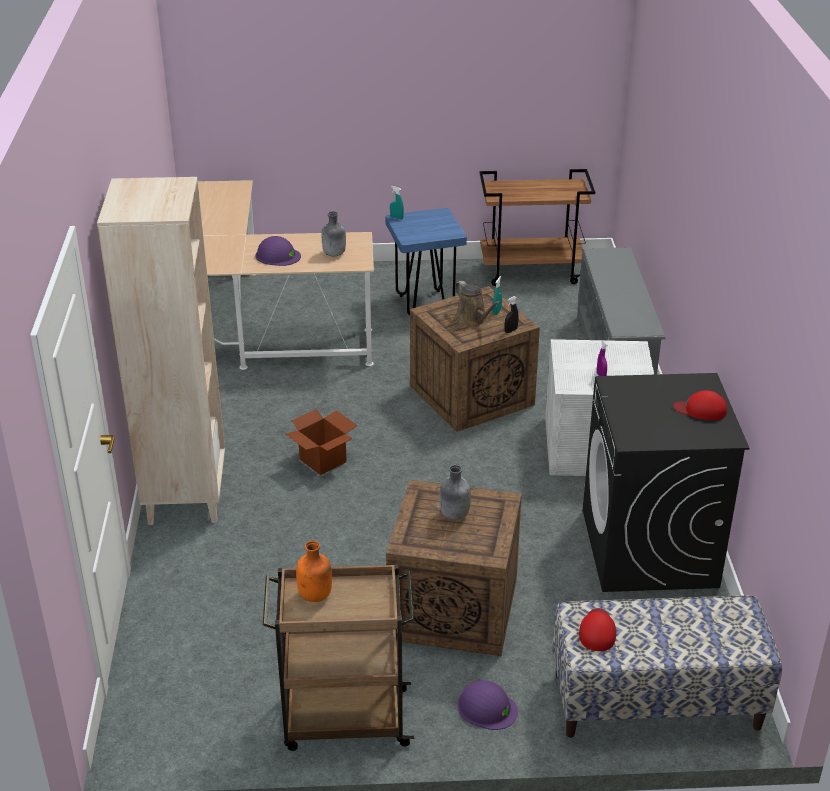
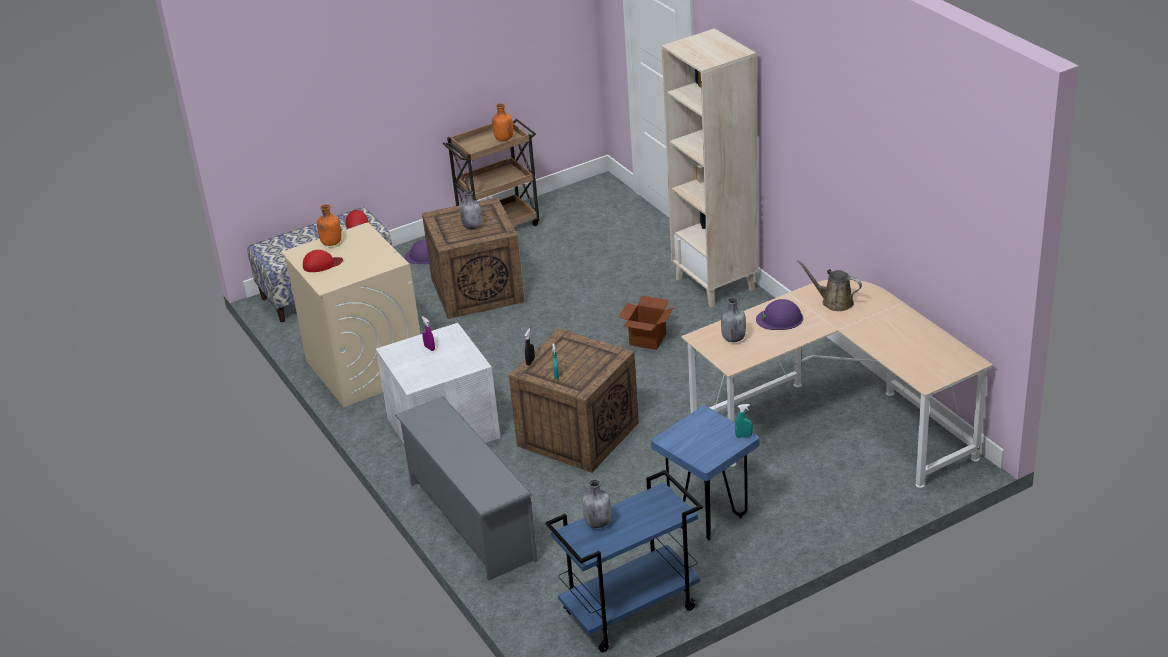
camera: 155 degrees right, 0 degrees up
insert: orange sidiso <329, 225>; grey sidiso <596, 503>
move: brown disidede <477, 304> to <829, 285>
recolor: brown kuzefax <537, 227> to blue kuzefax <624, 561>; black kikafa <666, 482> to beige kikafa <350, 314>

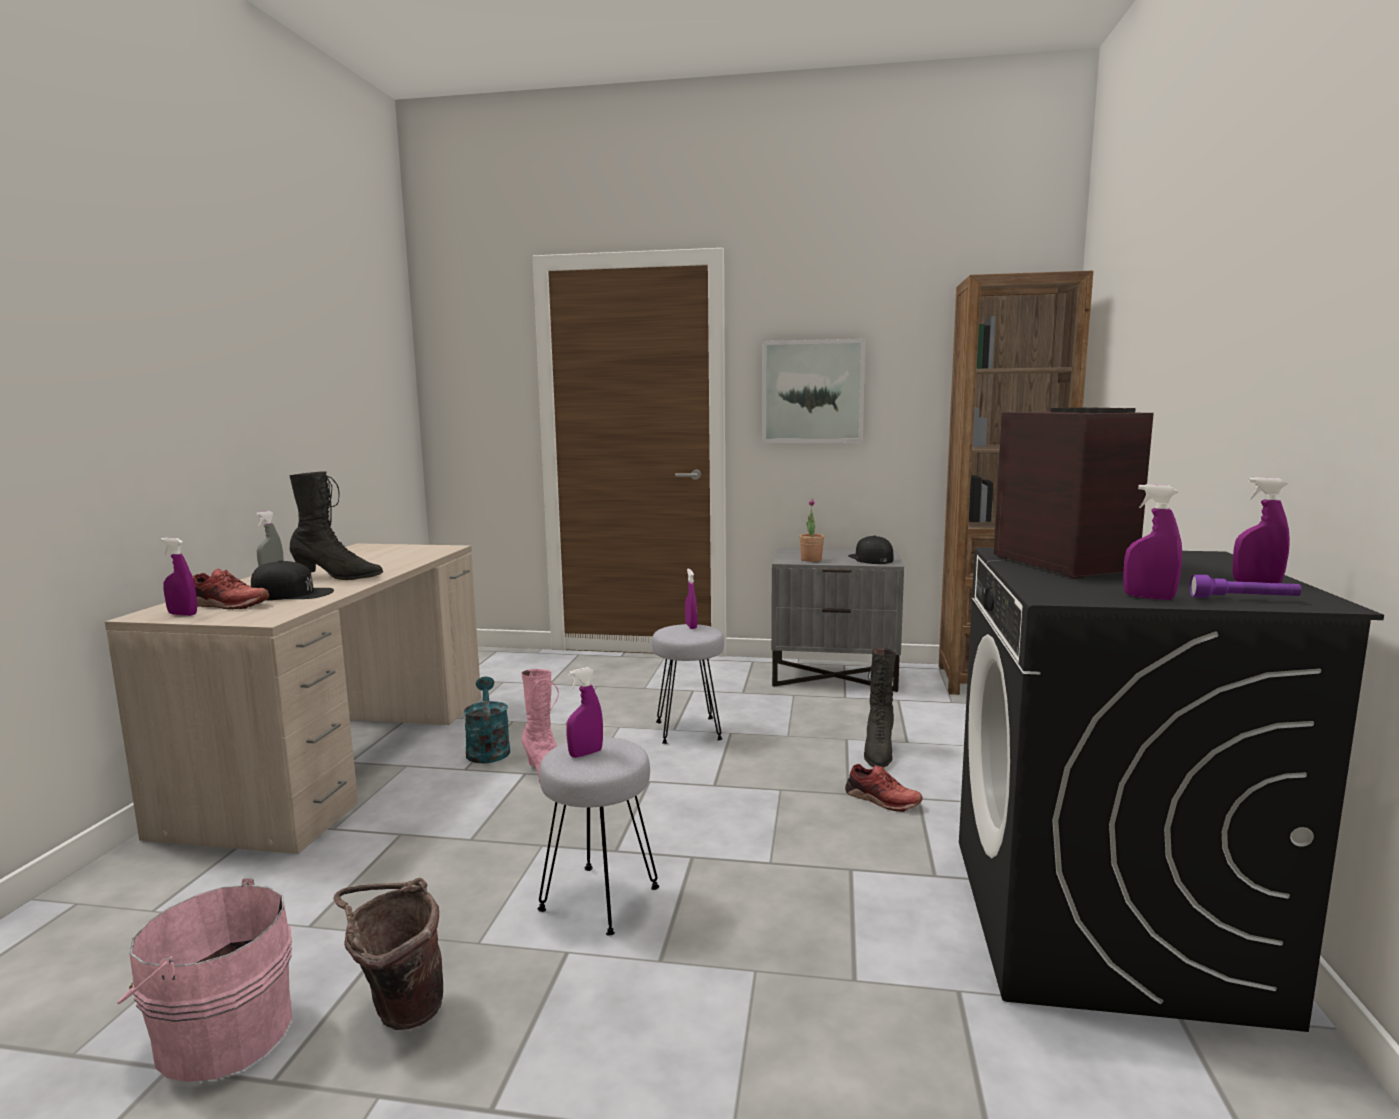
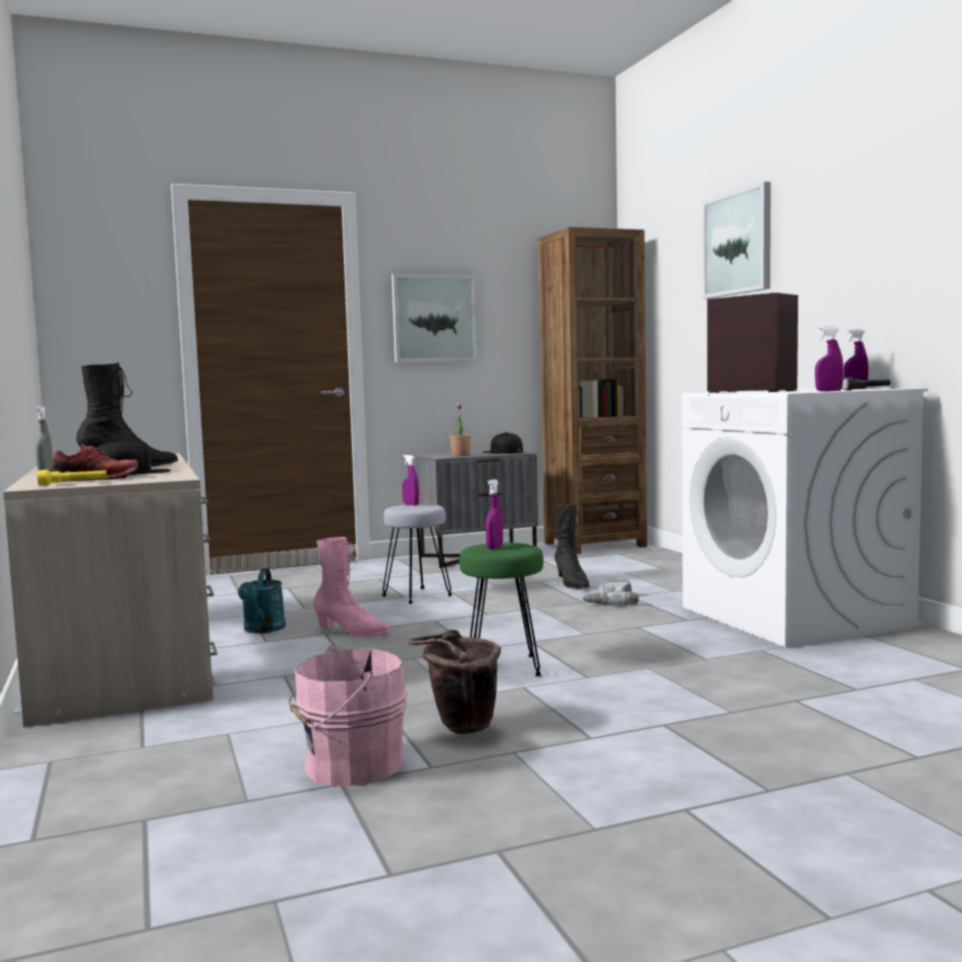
camera: 30 degrees left, 5 degrees down
insert: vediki <737, 240>
replace: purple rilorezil <179, 577> to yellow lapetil <72, 477>; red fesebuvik <884, 788> to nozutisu <610, 592>
recolor: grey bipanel <598, 836> to green bipanel <501, 609>; black kikafa <1171, 789> to white kikafa <805, 518>; purple lapetil <1246, 586> to grey lapetil <866, 383>
rotate: turquoise disidede <487, 720> = <262, 600> 135 degrees counterclockwise

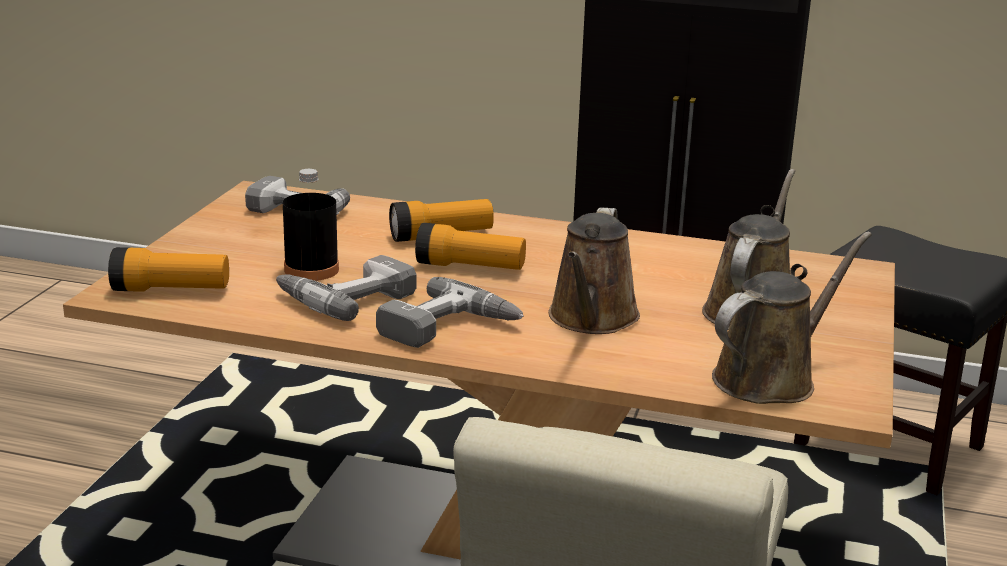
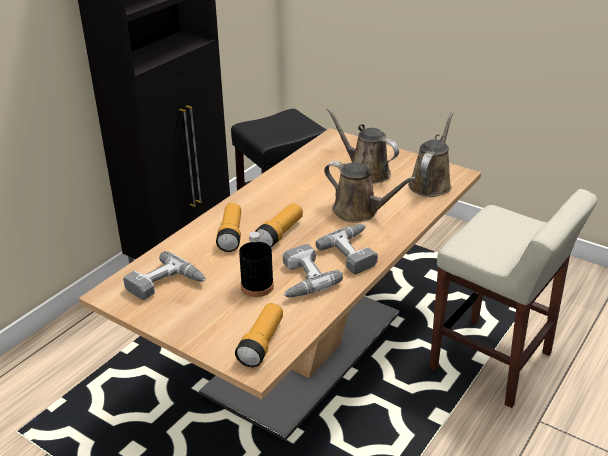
camera: 70 degrees left, 10 degrees up
rotate: brown disidede <792, 318> = <430, 154> 45 degrees clockwise

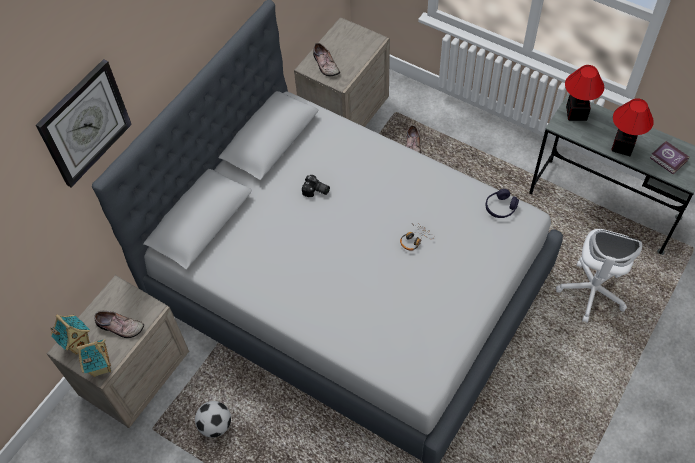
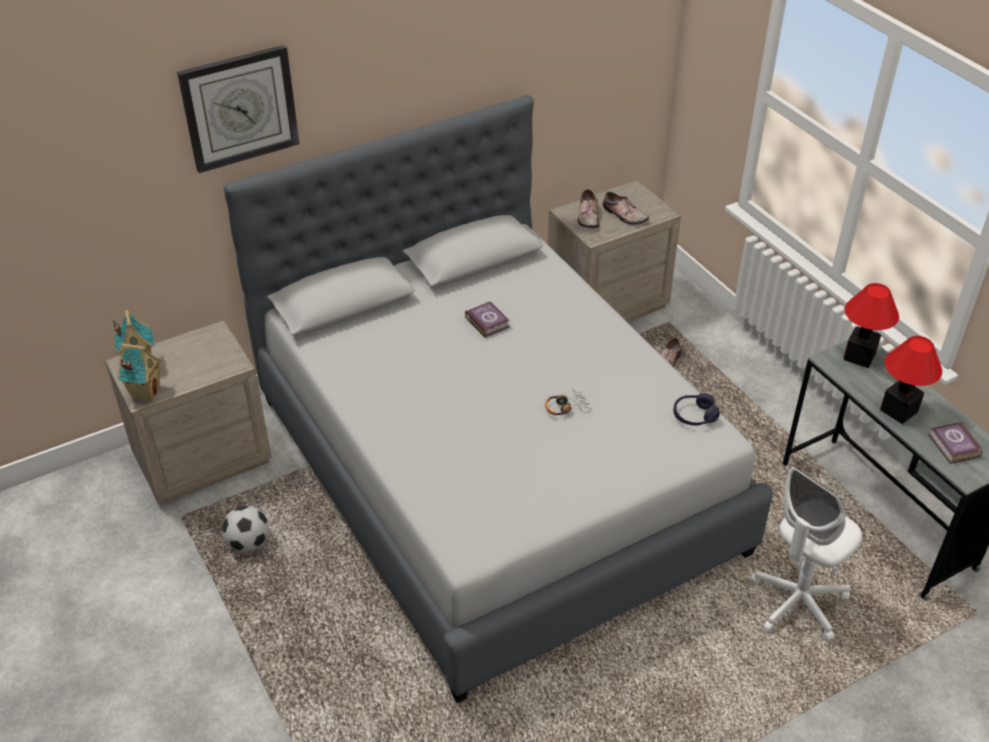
camera: 25 degrees right, 15 degrees down
move: fesebuvik <119, 324> to <626, 208>
replace: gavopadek <316, 186> to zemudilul <487, 320>

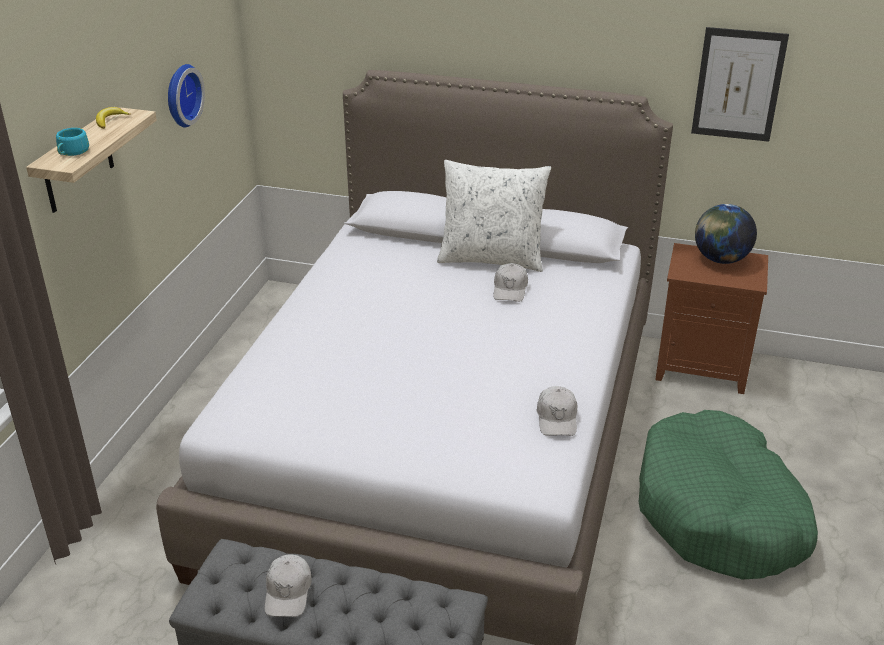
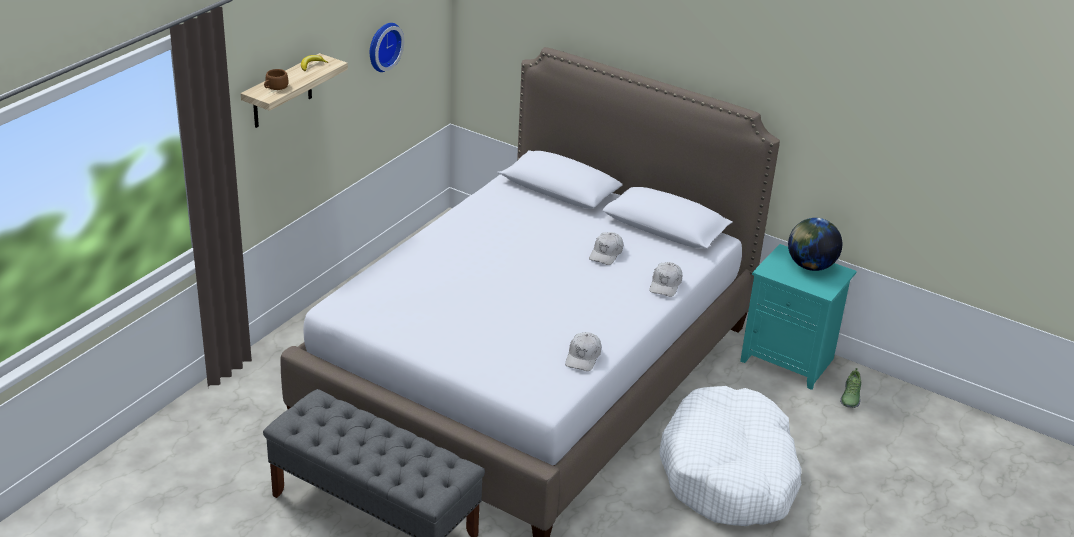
camera: 15 degrees right, 0 degrees up
delete: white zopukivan <494, 216>; vediki <740, 84>
insert: fesebuvik <850, 388>
move: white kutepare <288, 585> to <665, 279>
recolor: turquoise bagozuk <72, 142> to brown bagozuk <276, 79>; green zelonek <728, 495> to white zelonek <730, 456>; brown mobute <711, 318> to turquoise mobute <798, 317>

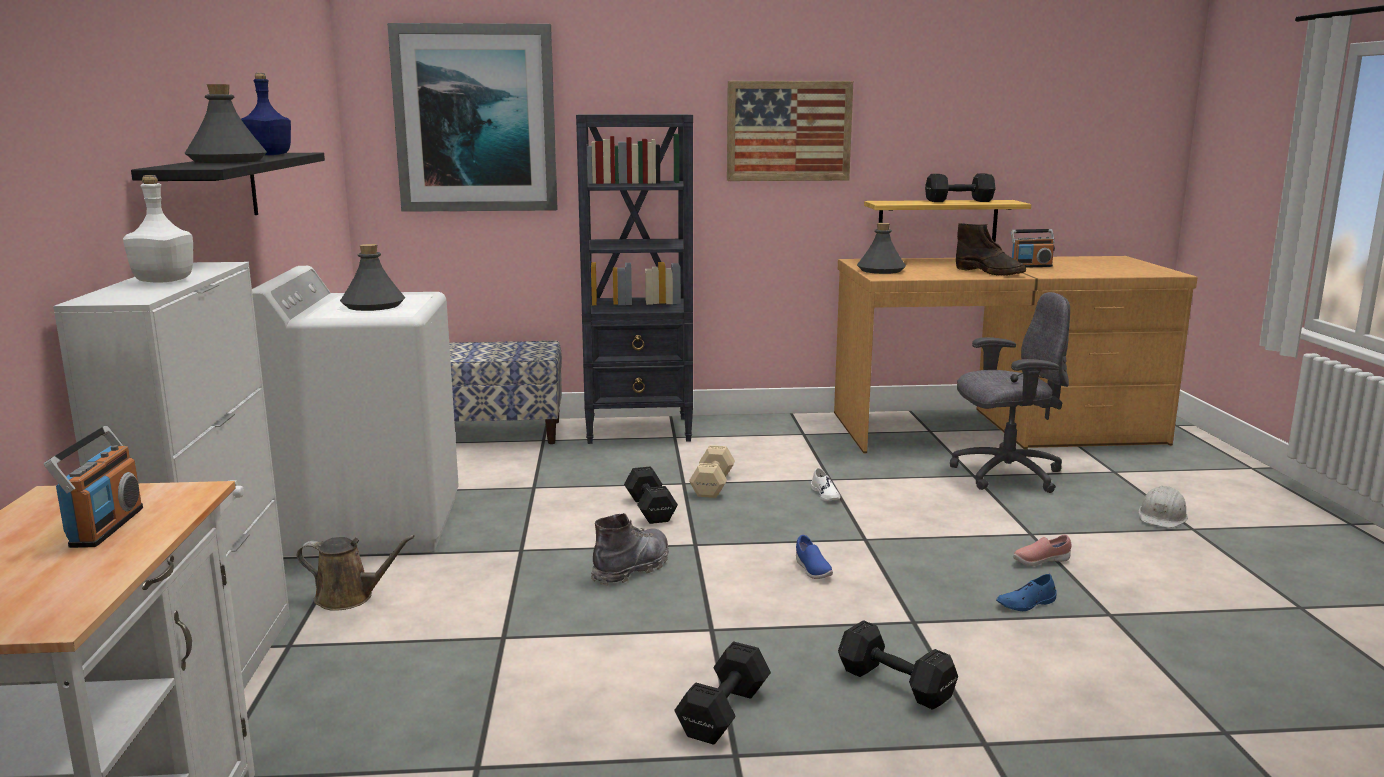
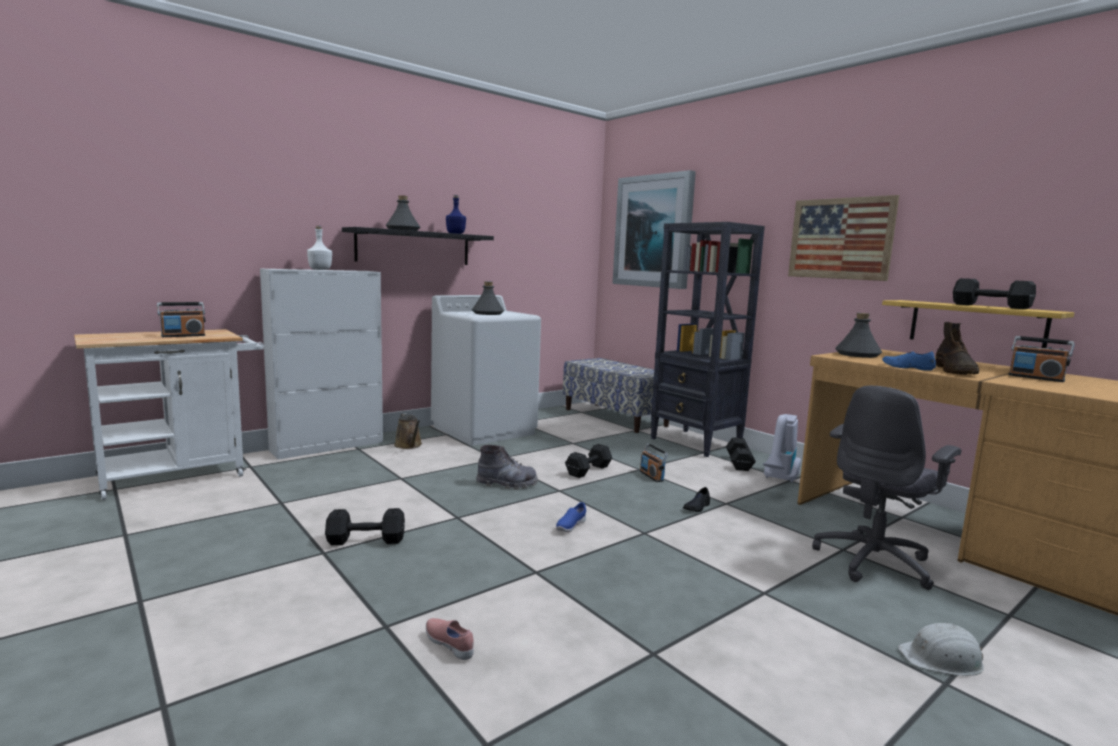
camera: 55 degrees right, 5 degrees down
insert: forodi <782, 448>
move: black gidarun <898, 664> to <741, 454>; blue fesebuvik <1026, 592> to <909, 361>; pink fesebuvik <1042, 550> to <450, 639>
replace: beige gidarun <712, 471> to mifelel <654, 462>
recolor: white fesebuvik <825, 484> to black fesebuvik <696, 499>
rotate: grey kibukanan <1010, 392> = <887, 488> 90 degrees clockwise

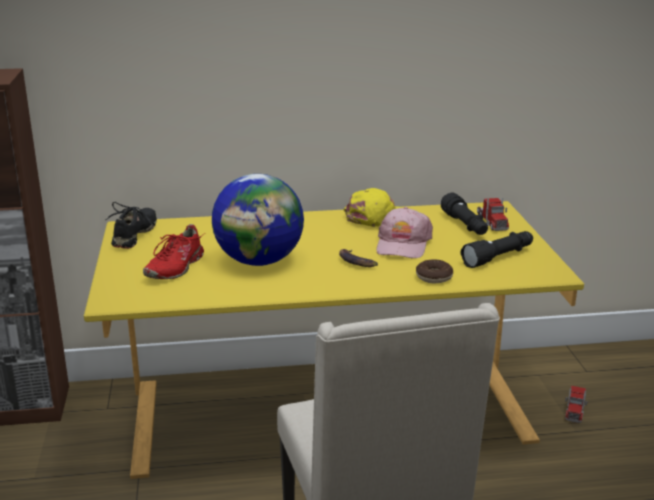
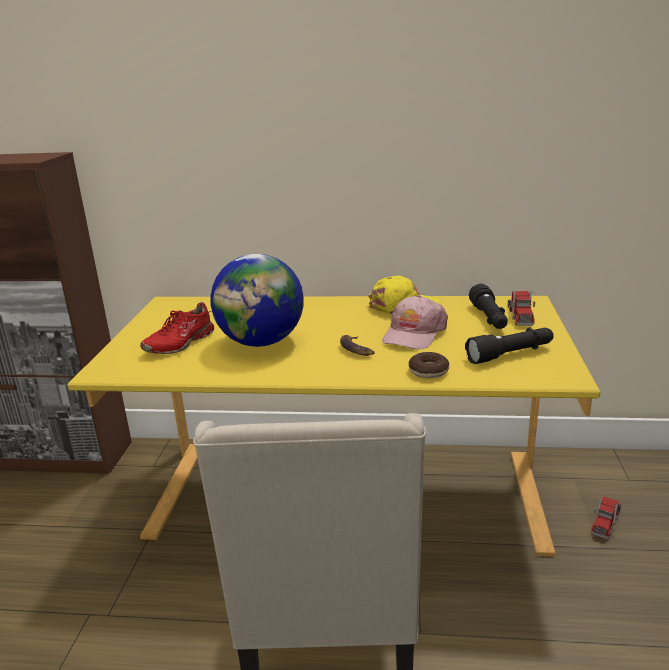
camera: 15 degrees right, 0 degrees up
delete: black fesebuvik <131, 225>

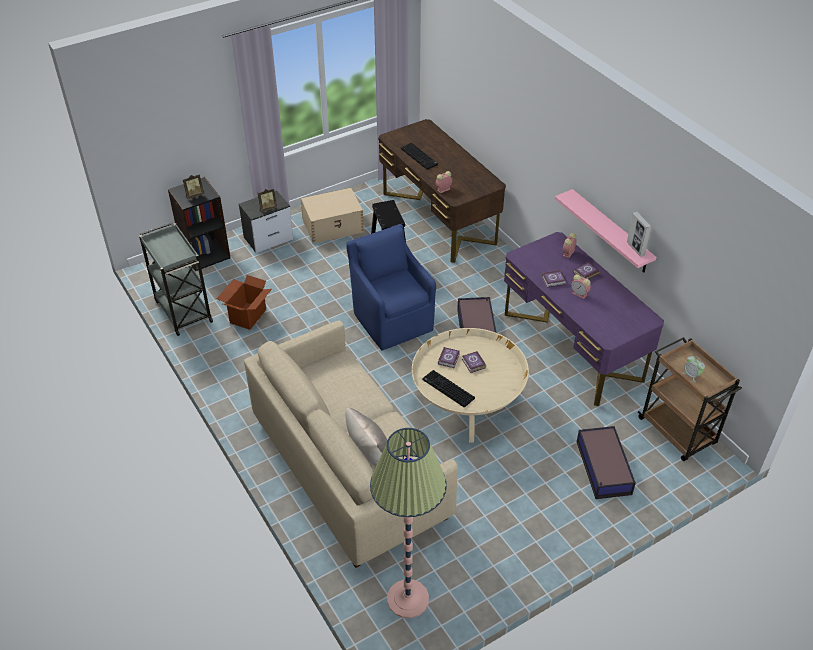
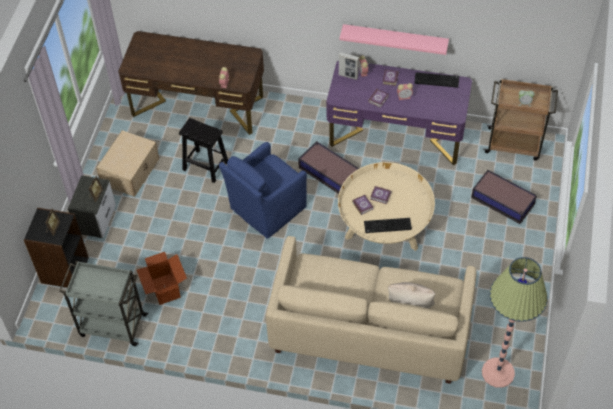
camera: 45 degrees left, 10 degrees up
move: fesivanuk <419, 156> to <436, 80>; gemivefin <639, 234> to <349, 66>
rotate: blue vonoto <391, 287> = <263, 190> 60 degrees counterclockwise

